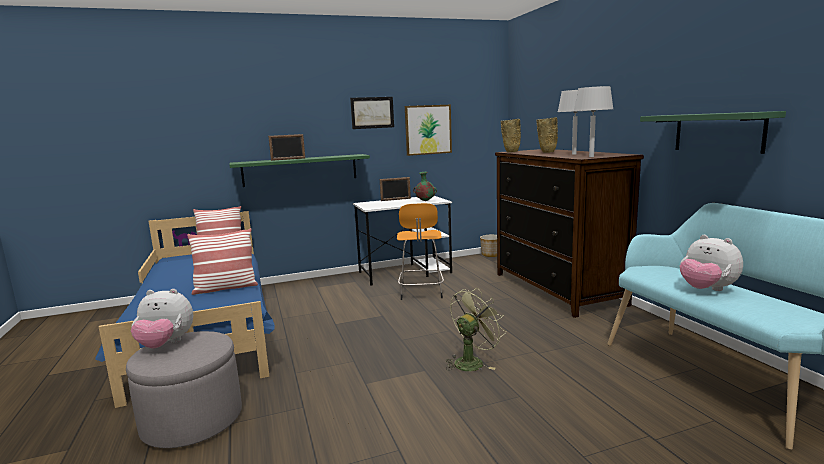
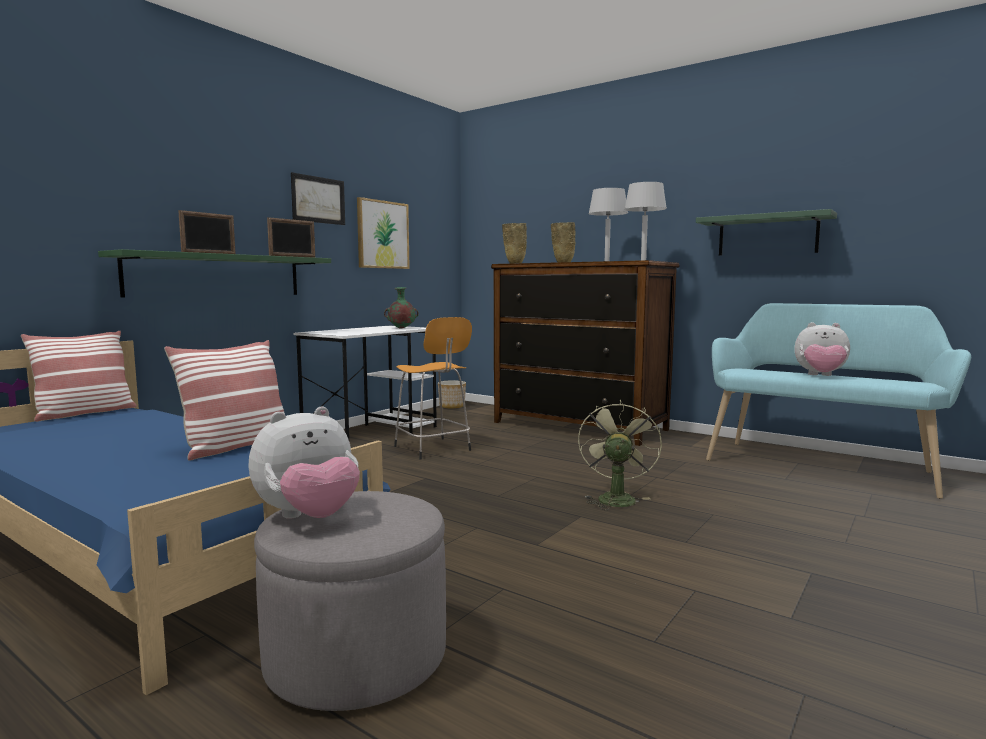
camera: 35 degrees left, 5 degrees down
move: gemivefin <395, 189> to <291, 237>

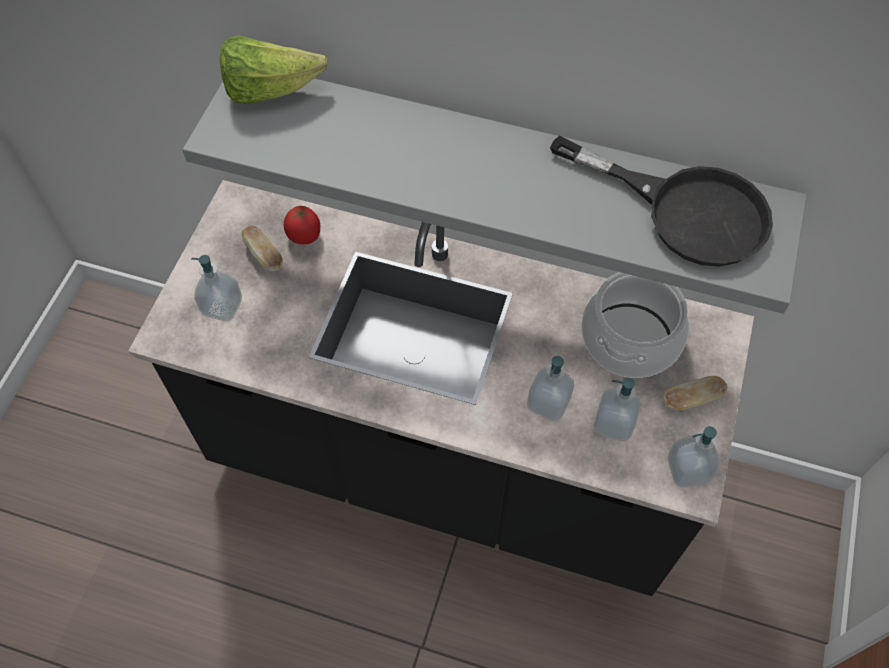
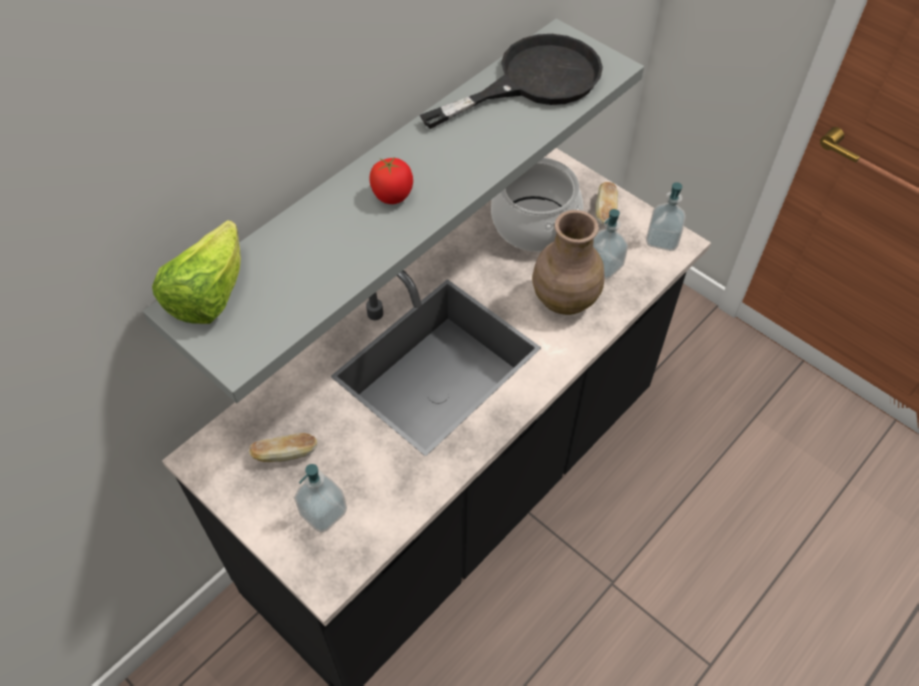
camera: 65 degrees left, 5 degrees down
move: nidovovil <302, 225> to <391, 180>
replace: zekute <550, 388> to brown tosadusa <568, 262>

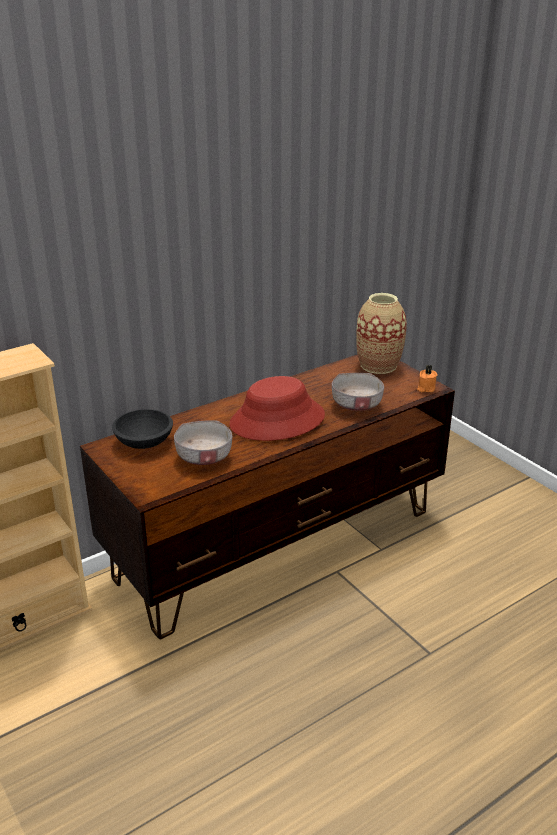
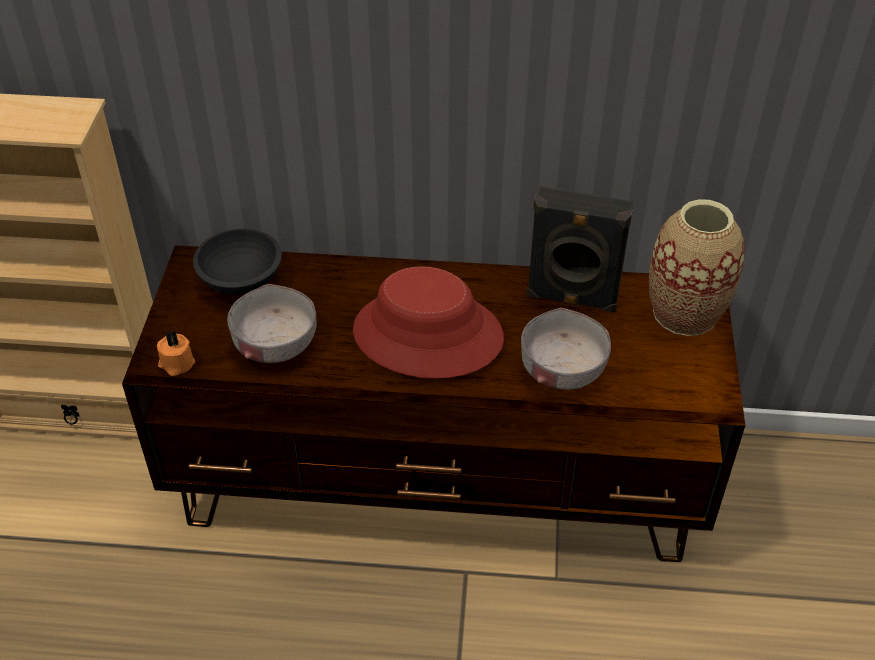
camera: 40 degrees right, 15 degrees up
insert: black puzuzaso <580, 249>
move: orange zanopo <427, 378> to <176, 353>

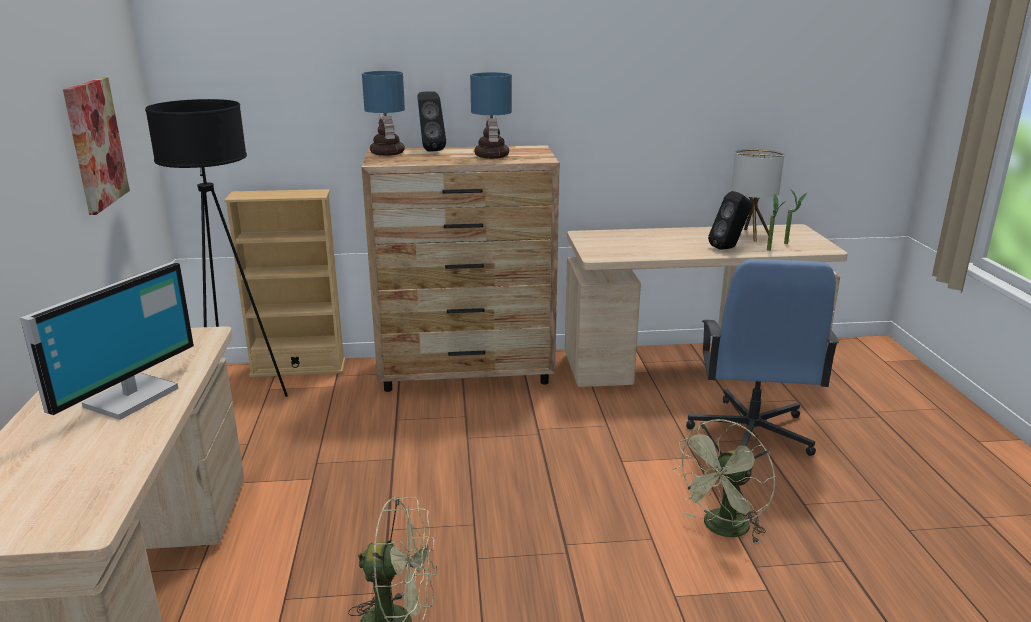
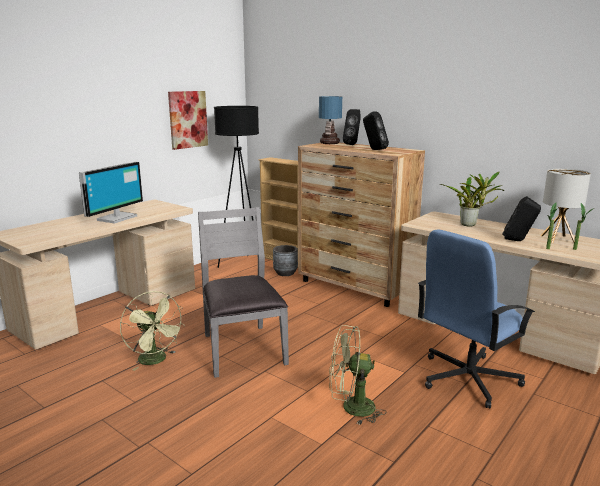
camera: 45 degrees right, 5 degrees down
insert: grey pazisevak <243, 292>; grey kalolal <285, 260>; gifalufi <471, 199>
replace: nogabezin <491, 115> to black puzuzaso <376, 130>
rotate: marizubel <107, 341> = <111, 193> 45 degrees counterclockwise

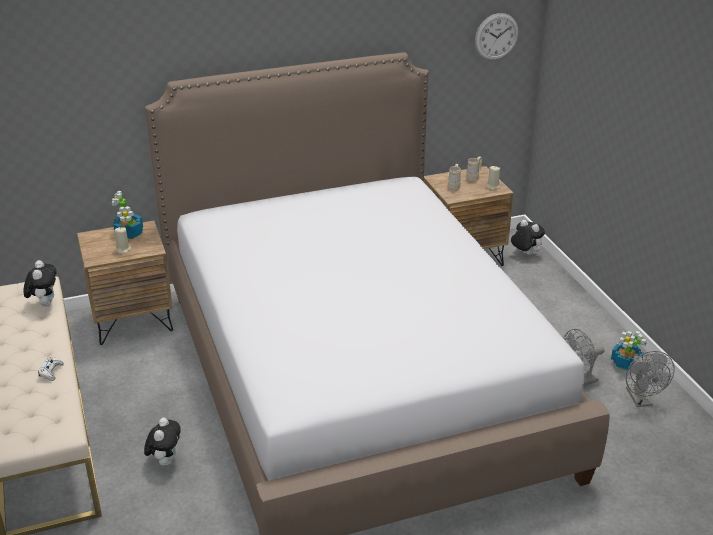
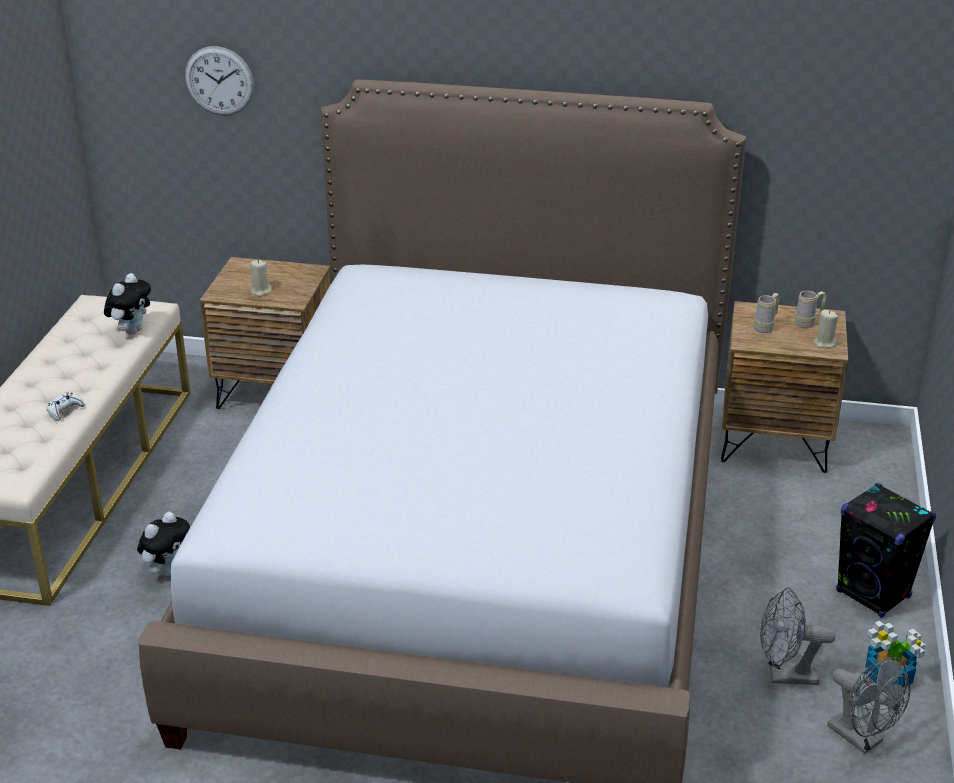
camera: 30 degrees right, 0 degrees up
delete: gifalufi <127, 214>; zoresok <528, 237>
insert: black puzuzaso <886, 550>
move: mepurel <497, 36> to <219, 81>
rotate: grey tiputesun <650, 379> = <868, 705> 60 degrees counterclockwise

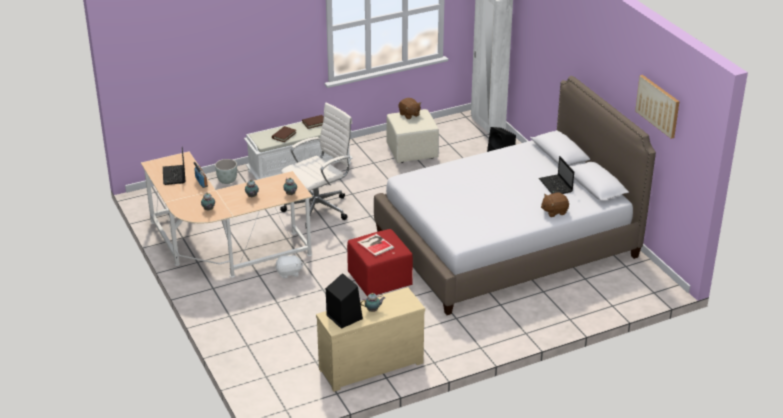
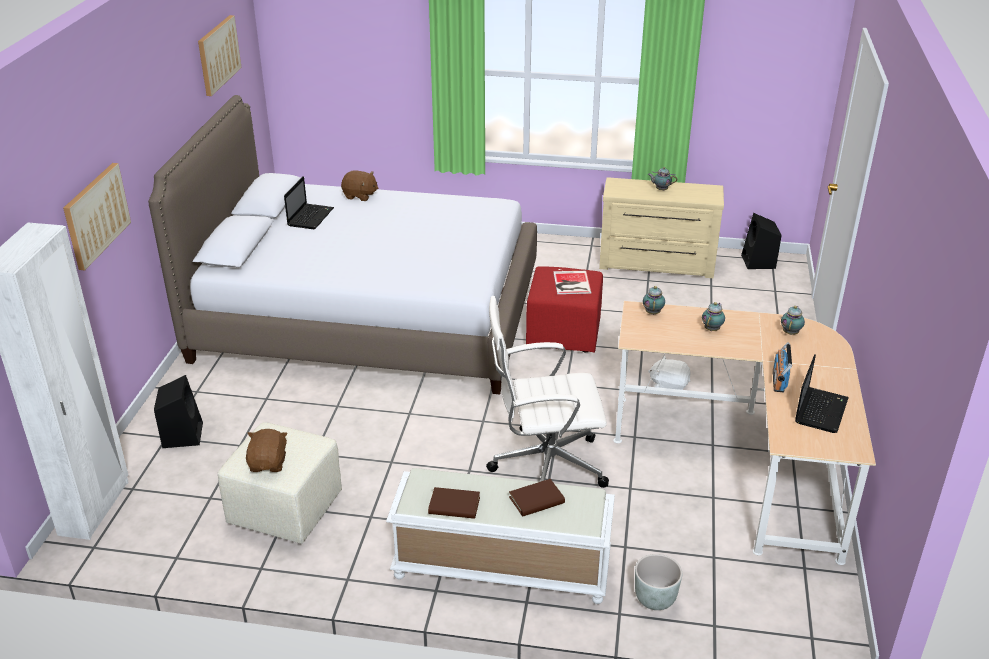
camera: 145 degrees left, 0 degrees up
insert: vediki <97, 216>
move: black puzuzaso <344, 301> to <761, 241>

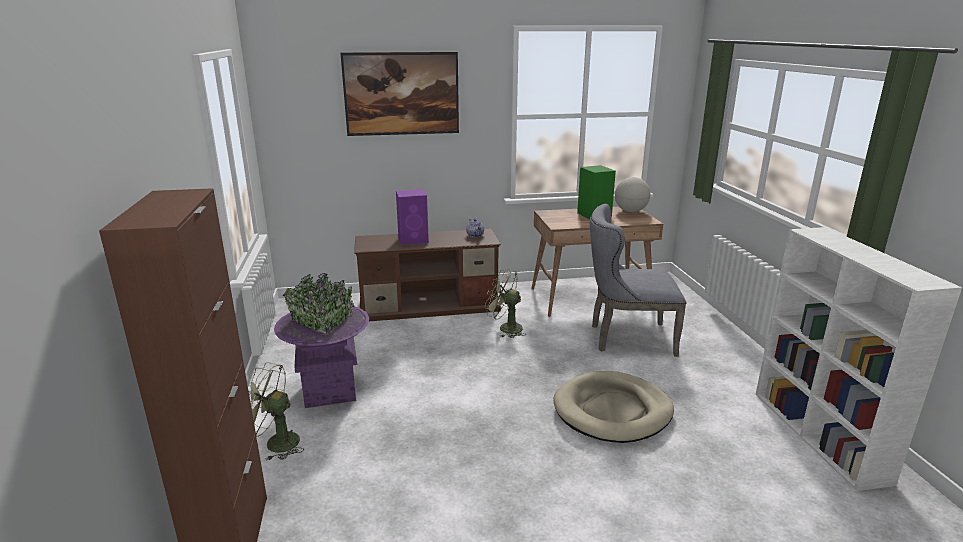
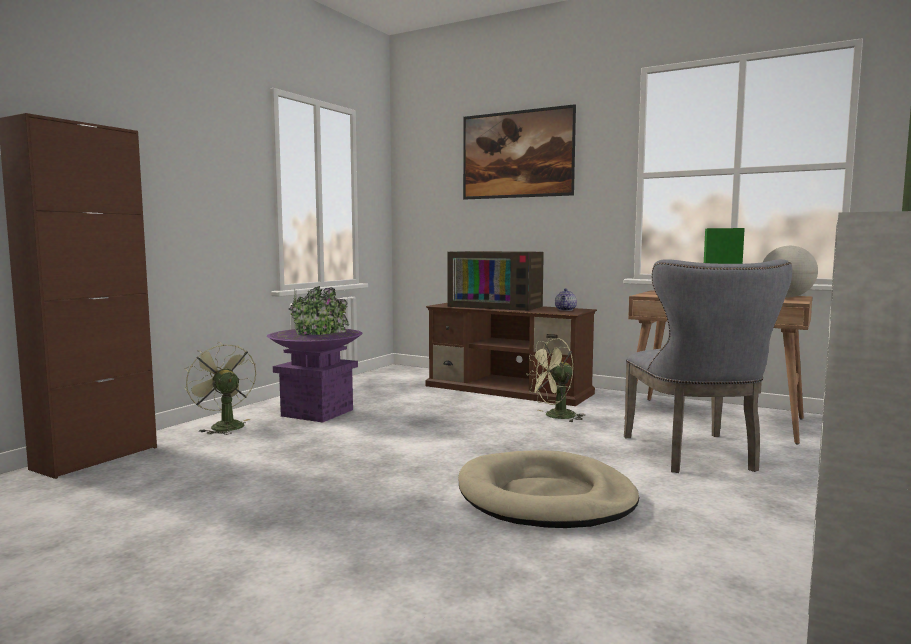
camera: 40 degrees right, 15 degrees down
replace: purple puzuzaso <412, 217> to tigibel <495, 281>
rotate: green tiputesun <505, 303> = <555, 380> 90 degrees counterclockwise; grey pazisevak <638, 280> = <708, 366> 135 degrees counterclockwise

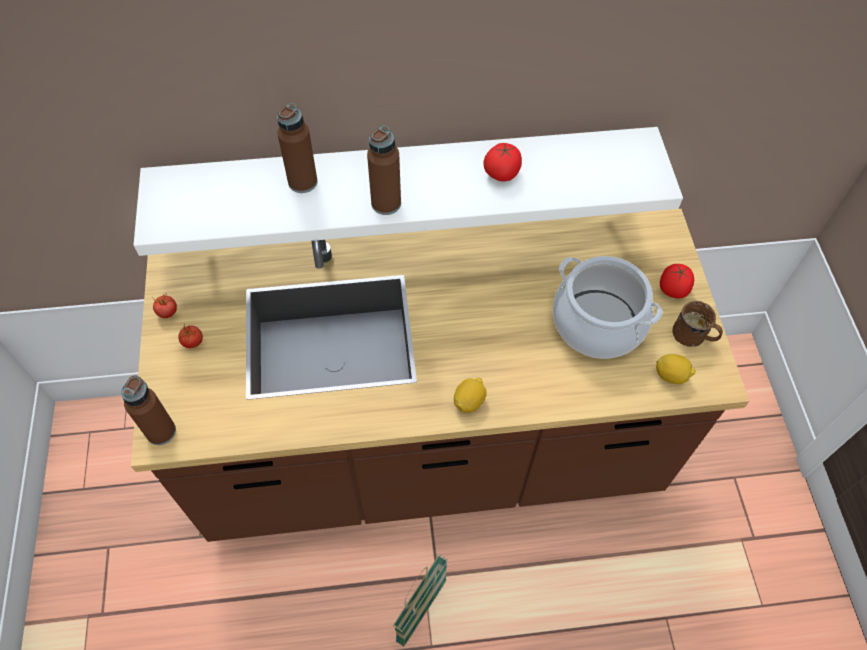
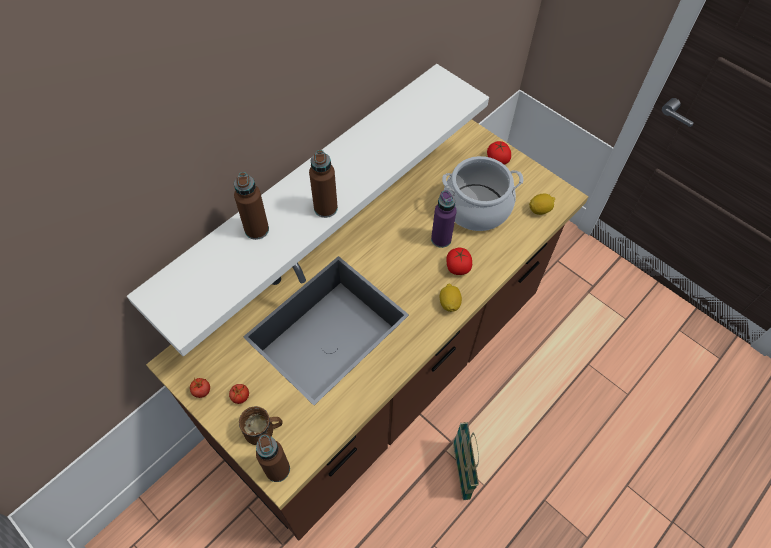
camera: 40 degrees left, 0 degrees up
insert: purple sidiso <443, 219>
move: nidovovil <503, 162> to <459, 261>; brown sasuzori <697, 324> to <261, 425>

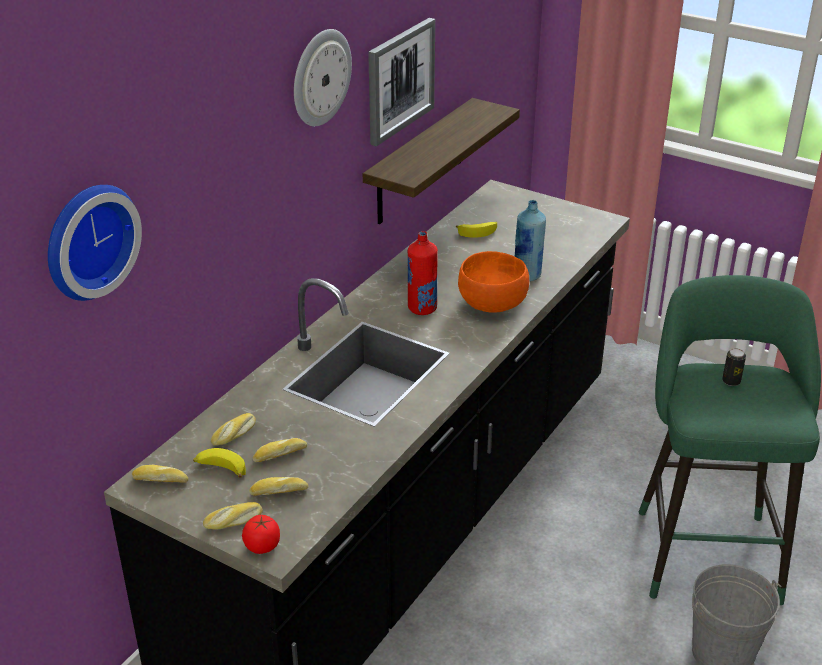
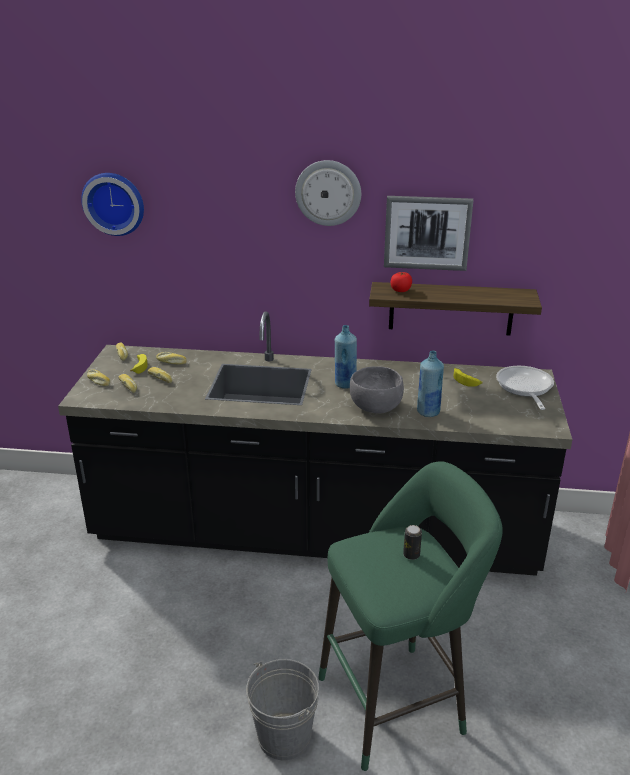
camera: 65 degrees right, 5 degrees down
insert: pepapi <525, 388>
move: nidovovil <261, 534> to <401, 282>
recolor: red sidiso <423, 273> to blue sidiso <346, 356>; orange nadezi <493, 282> to grey nadezi <377, 389>

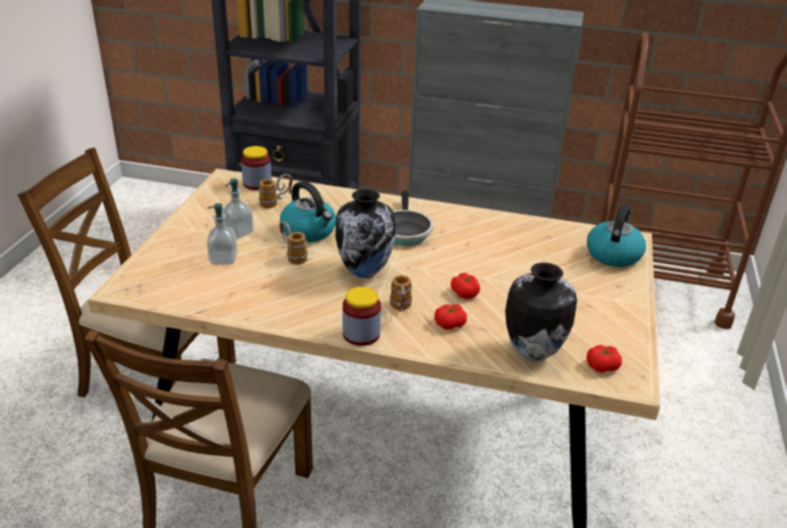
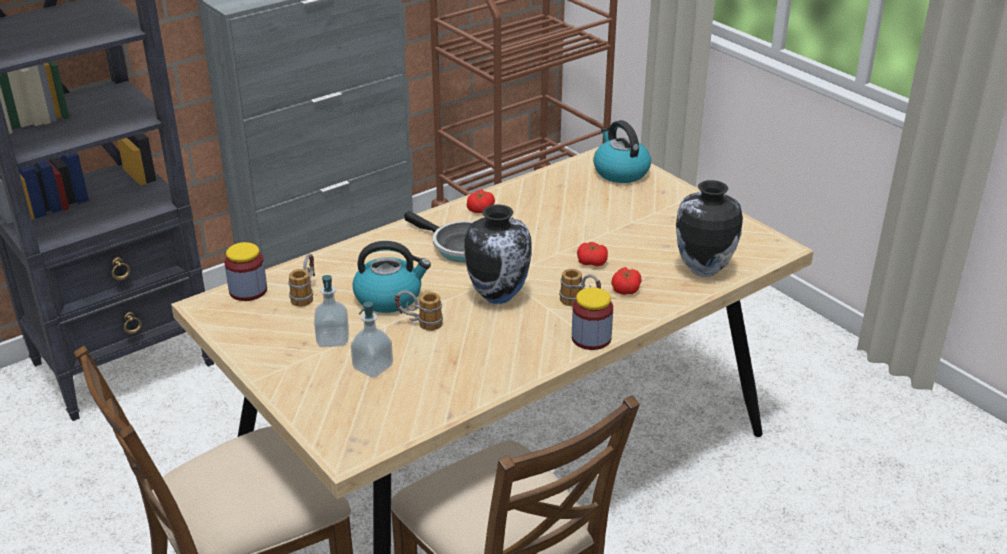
camera: 50 degrees left, 0 degrees up
move: nidovovil <604, 358> to <481, 201>

